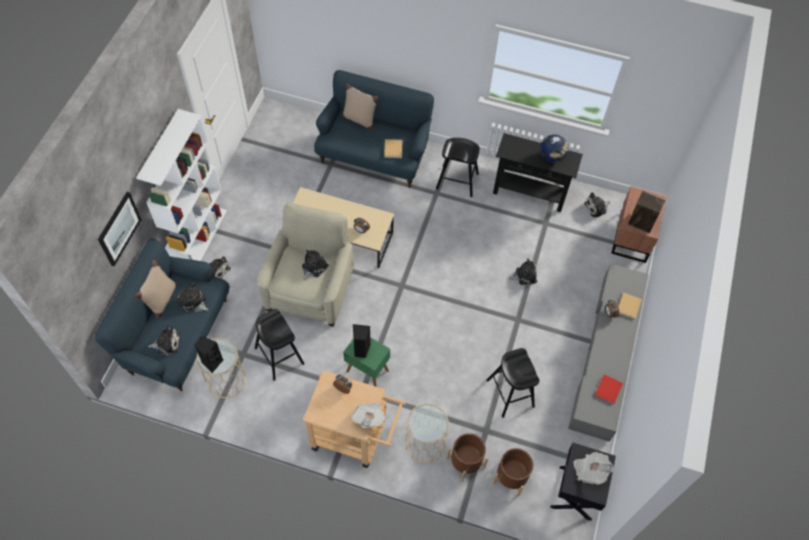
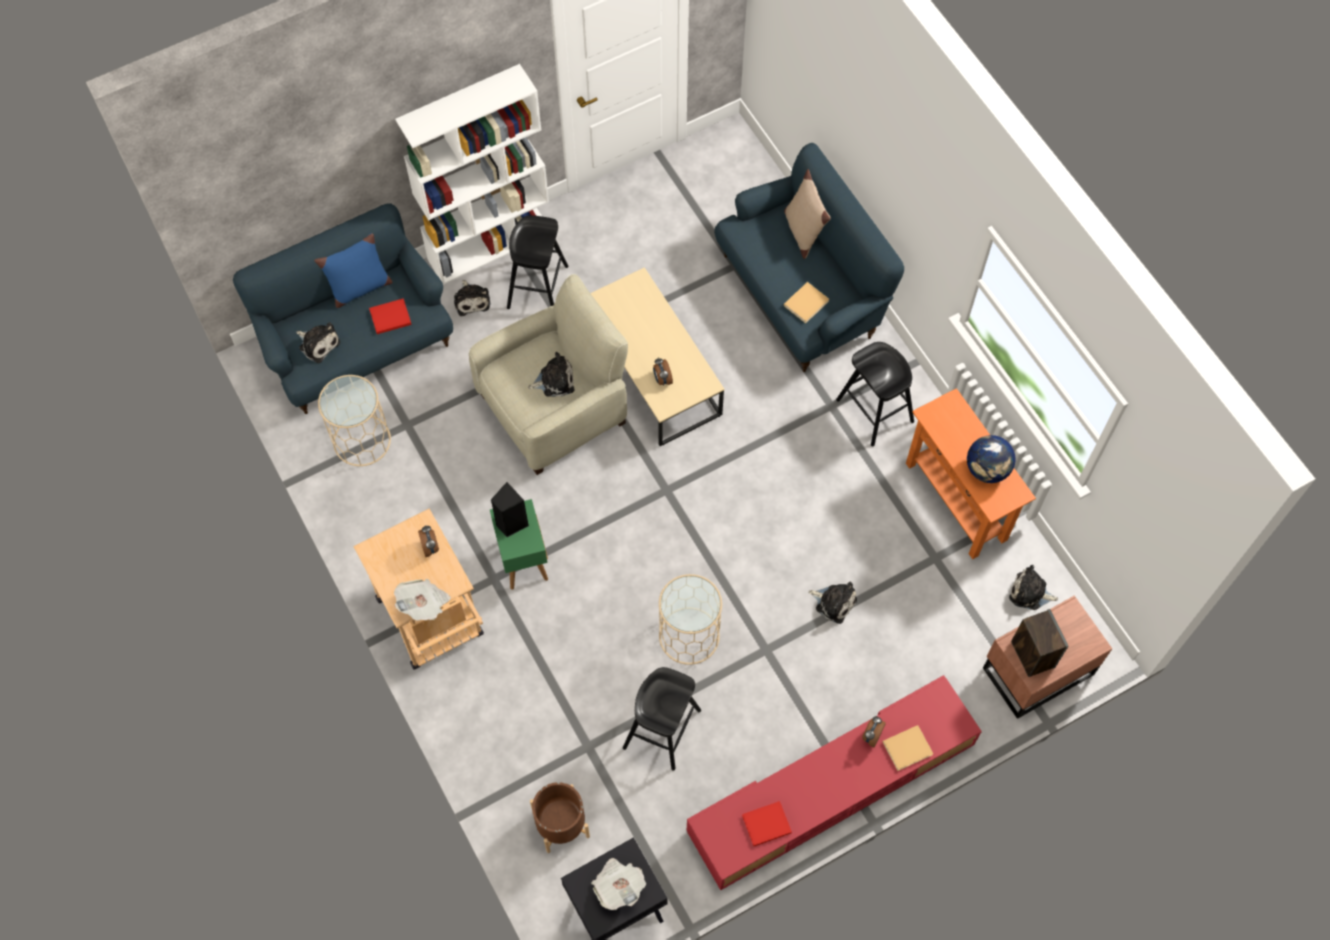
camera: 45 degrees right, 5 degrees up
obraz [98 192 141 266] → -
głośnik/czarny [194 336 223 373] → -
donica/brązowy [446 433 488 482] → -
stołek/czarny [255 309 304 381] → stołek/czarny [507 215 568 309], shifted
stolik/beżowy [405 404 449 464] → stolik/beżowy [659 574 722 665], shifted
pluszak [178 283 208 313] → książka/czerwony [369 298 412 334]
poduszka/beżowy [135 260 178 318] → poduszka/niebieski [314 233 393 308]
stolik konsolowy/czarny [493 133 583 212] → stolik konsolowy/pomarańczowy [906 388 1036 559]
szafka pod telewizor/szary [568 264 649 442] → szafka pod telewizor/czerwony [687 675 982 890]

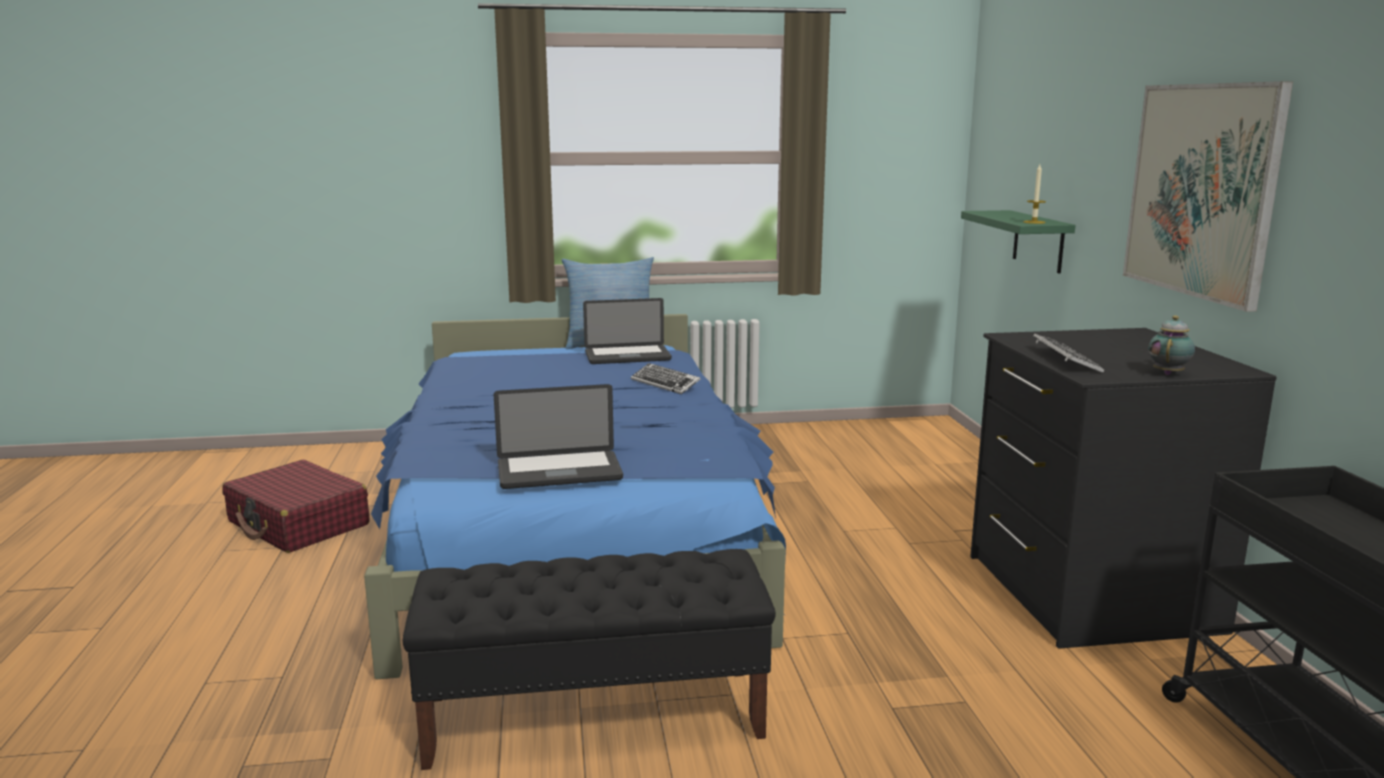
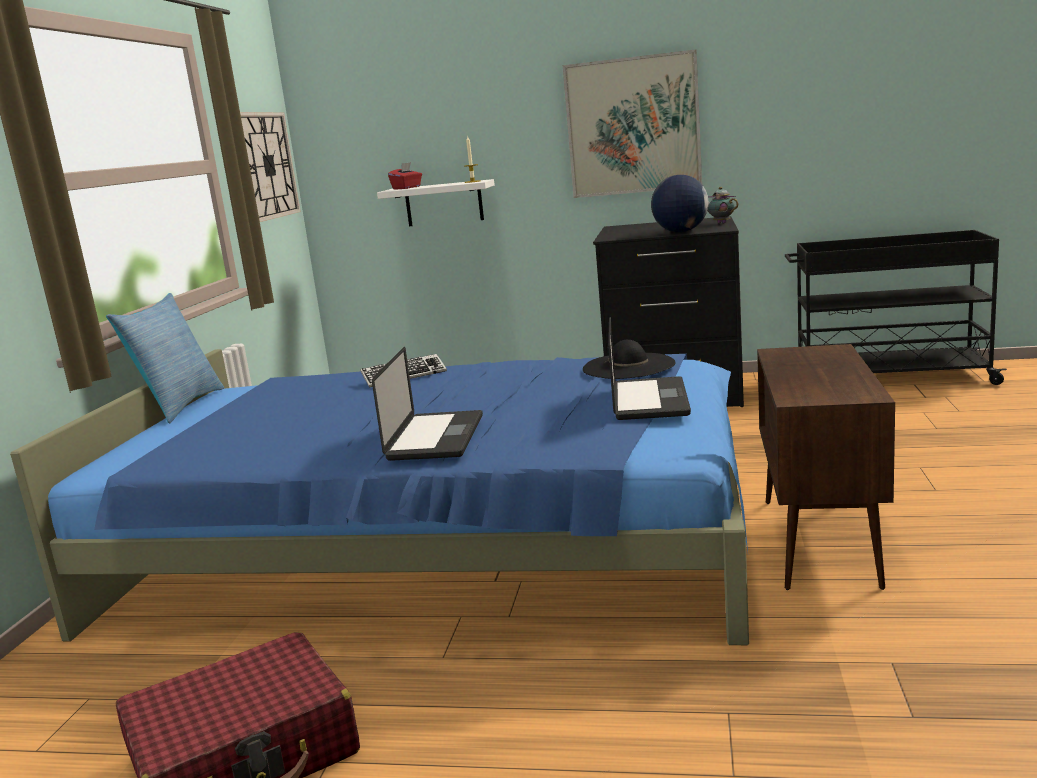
camera: 70 degrees left, 0 degrees up
- → zegar ścienny [240 112 301 222]
- → pudełko chusteczek/czerwony [388 162 422 190]
- → kapelusz/czarny [583 340 676 379]
laptop [583 298 672 364] → laptop [372 347 483 461], shifted
ławka/czarny [403 549 776 770] → szafka/brązowy [757 344 895 590]
klawiatura [1034 334 1104 373] → globus [651 175 708 232]
półka/zielony [961 210 1075 274] → półka/biały [377 179 495 226]

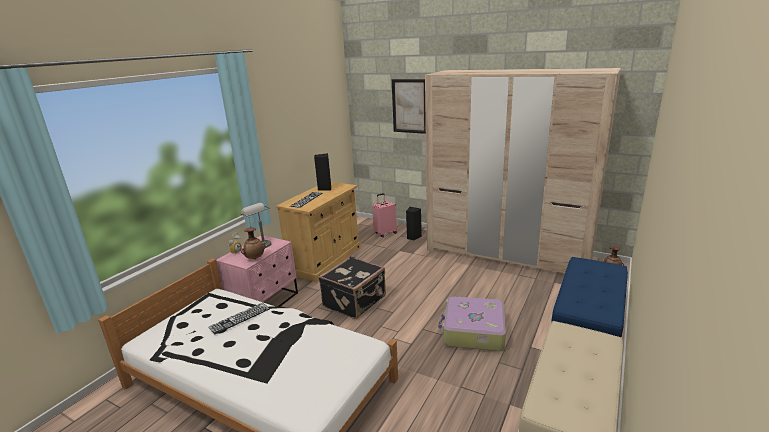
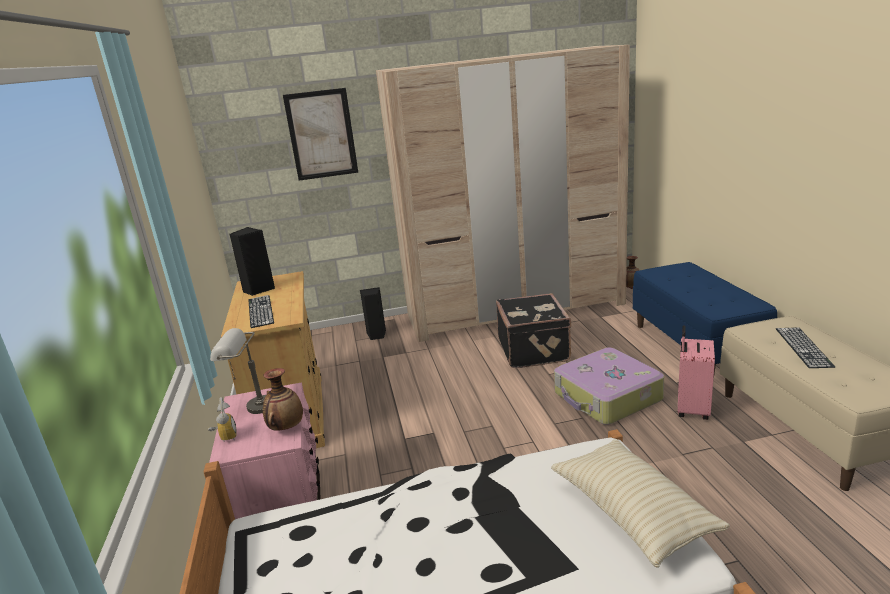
camera: 40 degrees left, 0 degrees up
- → poduszka/beżowy [551 439 730 568]
klawiatura [208 303 270 334] → klawiatura [776 327 835 368], shifted
walizka/czarny [318 256 386 319] → walizka/czarny [496 293 571 368], shifted
walizka/różowy [372 193 397 237] → walizka/różowy [678 325 715 420], shifted

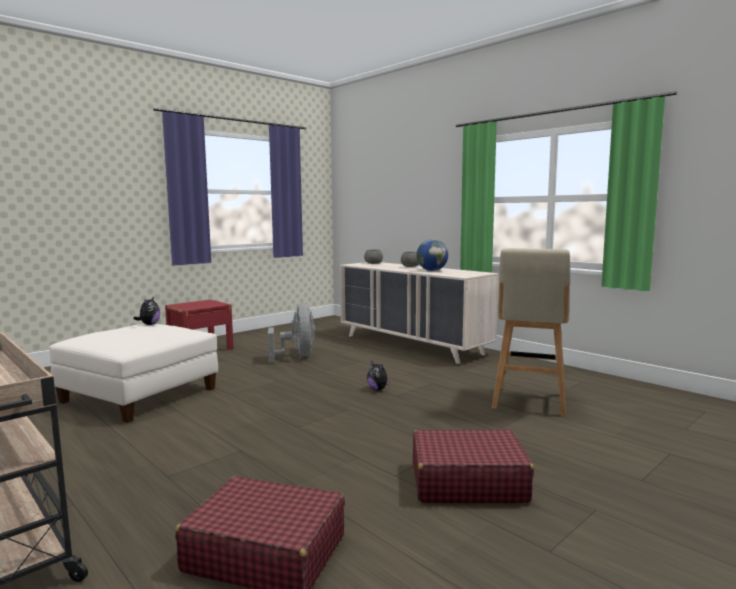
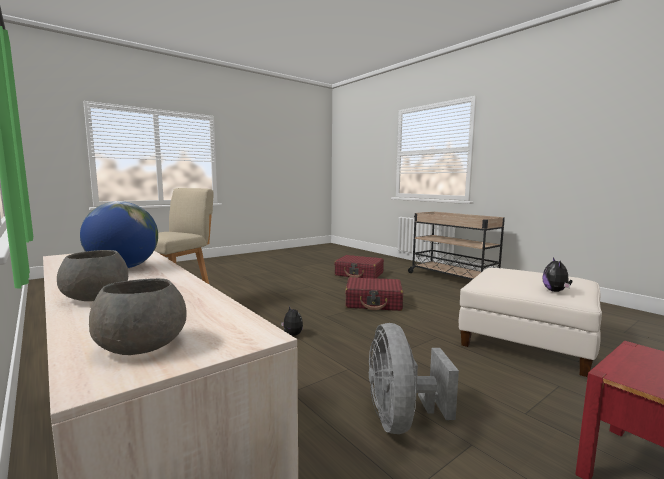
camera: 175 degrees left, 0 degrees up
walizka/czerwony [413 430 534 503] → walizka/czerwony [345 277 403 311], shifted

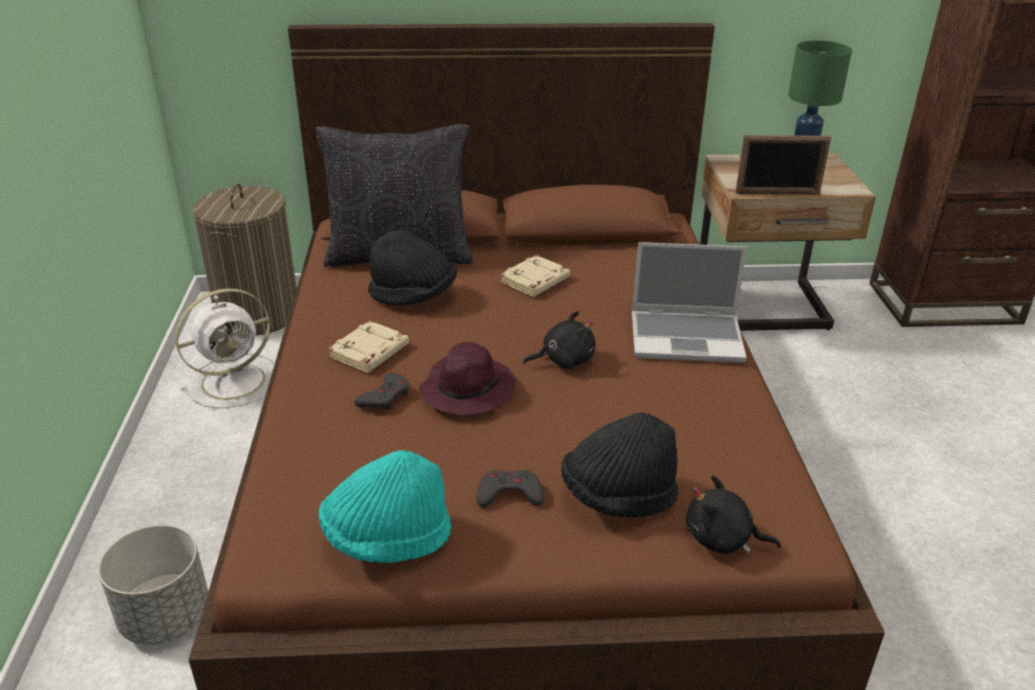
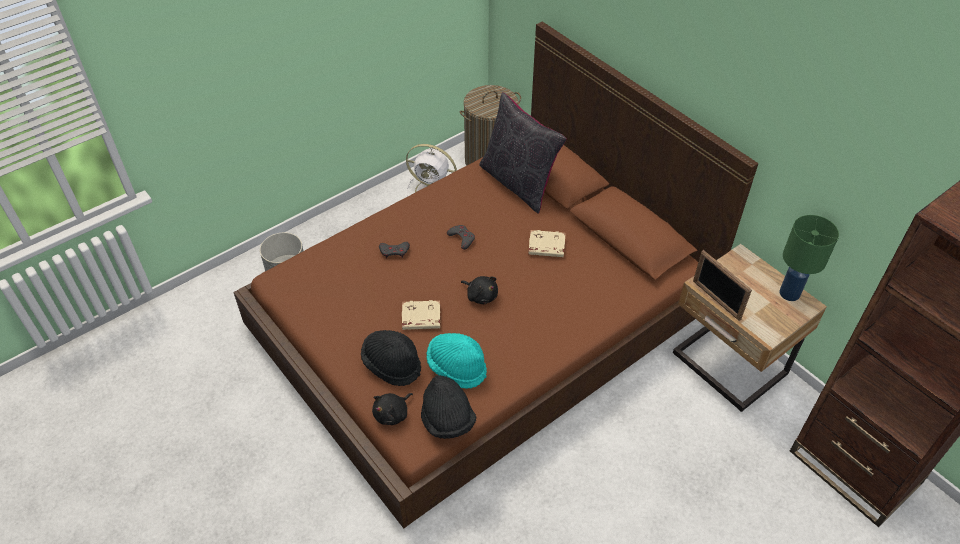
camera: 55 degrees right, 15 degrees up
kapelusz/fioletowy [419 342 516 415] → -
laptop [632 242 747 363] → -
kapelusz/turkusowy [319 450 451 563] → kapelusz/turkusowy [426 333 487 389], shifted
książka/beżowy [328 320 409 372] → książka/beżowy [402 300 440 330], shifted
kapelusz/czarny [368 230 457 305] → kapelusz/czarny [421 375 476 439], shifted
pad do gier/szary [477 470 544 507] → pad do gier/szary [447 225 475 250], shifted
pluszak/czarny [686 475 781 554] → pluszak/czarny [372 393 413 425], 120 degrees counterclockwise

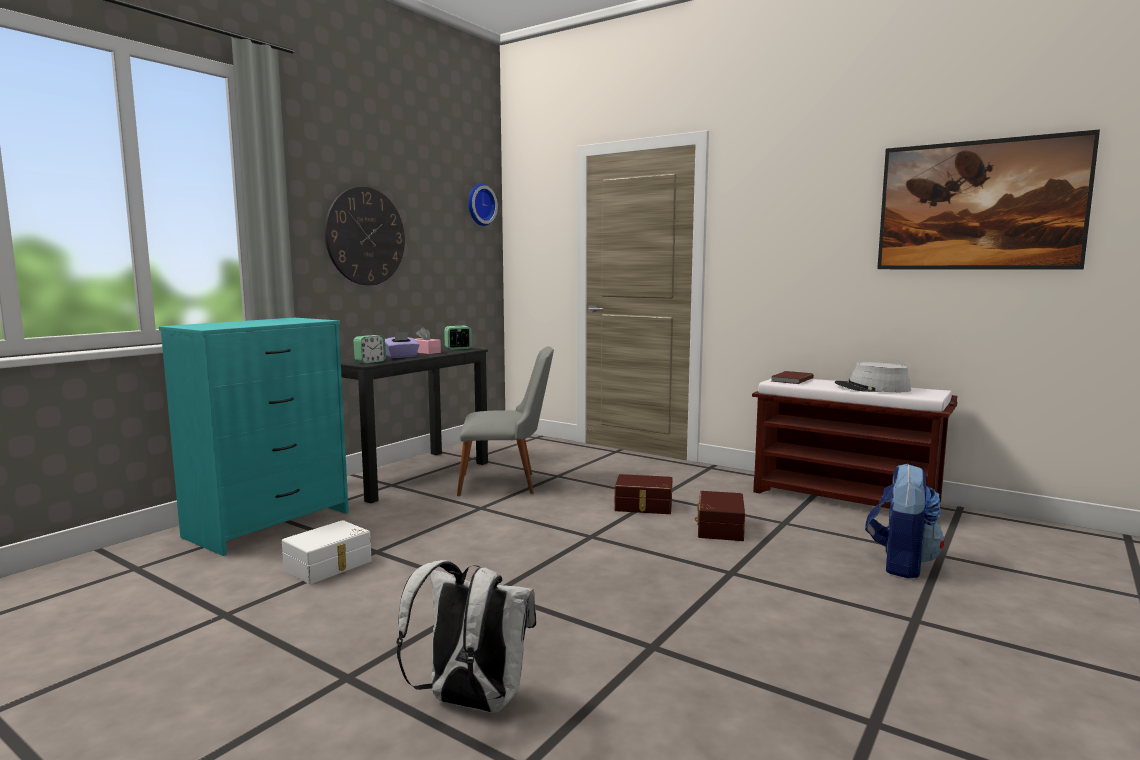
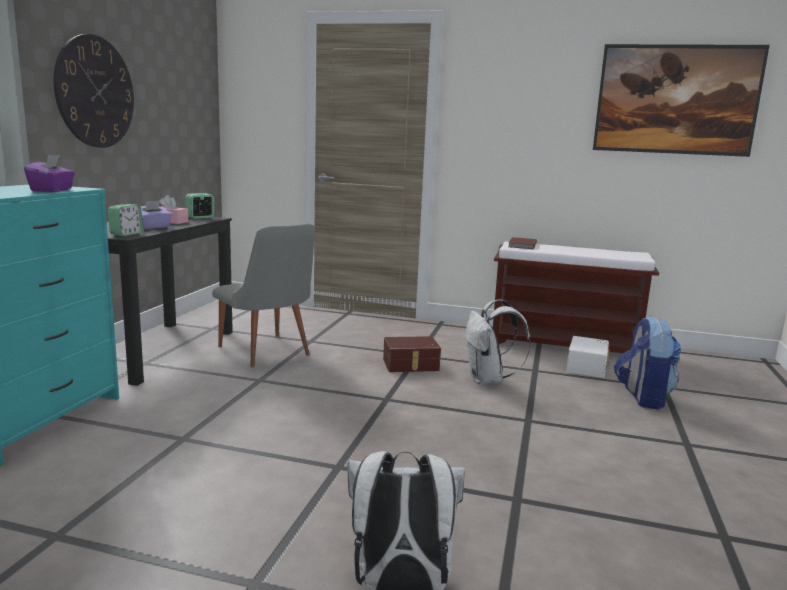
camera: 20 degrees left, 5 degrees up
zegar ścienny [468 184 498 226] → -
kapelusz/szary [835 362 911 392] → -
- → pudełko chusteczek/fioletowy [24 155 75 192]
pojemnik do przechowywania/biały [282 520 372 584] → pojemnik do przechowywania/biały [566 336 610 378], shifted
pojemnik do przechowywania/brązowy [695 491 745 541] → plecak/biały [465 299 530 384]
krzesło/szary [457 346 554 496] → krzesło/szary [212 224 315 367], 75 degrees clockwise

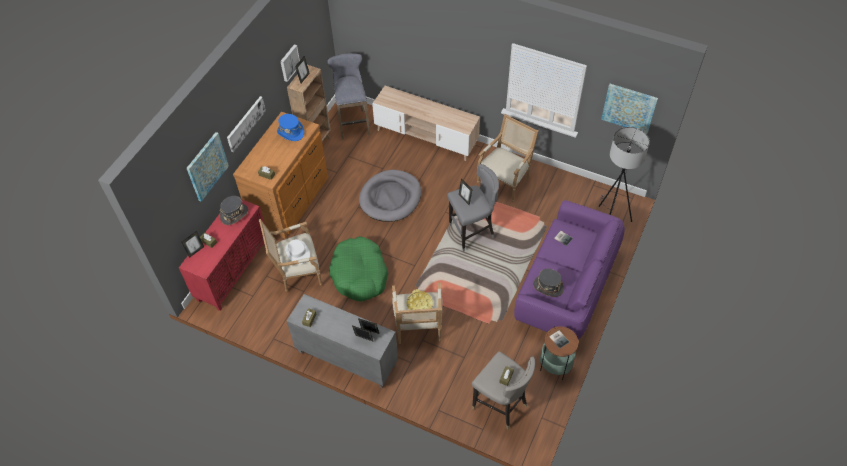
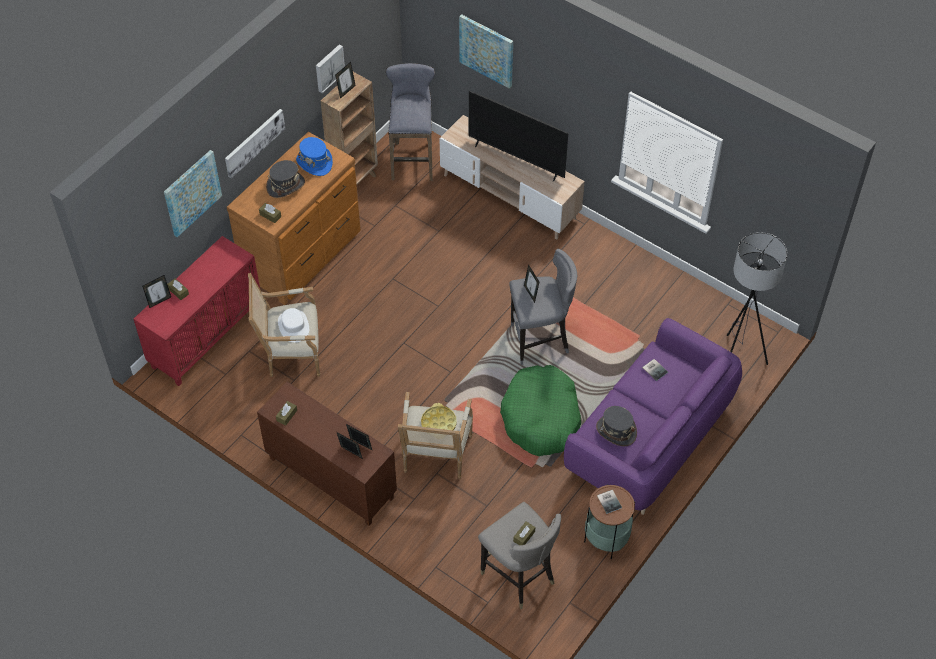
camera: 10 degrees right, 0 degrees up
legowisko/szary [359 170 421 222] → -
fotel [477 114 539 202] → -
- → telewizor [469 91 568 182]
kapelusz/szary [220 196 248 225] → kapelusz/szary [266 160 305 198], shifted
legowisko/zielony [329 236 388 302] → legowisko/zielony [500 365 581 456], shifted
obraz [601 84 658 134] → obraz [459 14 513 89], shifted
szafka/szary [287 294 398 389] → szafka/brązowy [257 382 397 526]

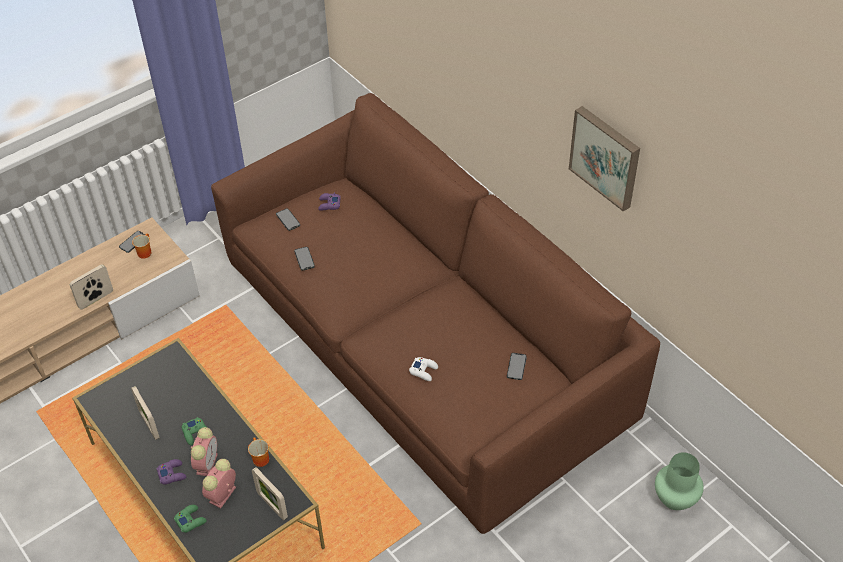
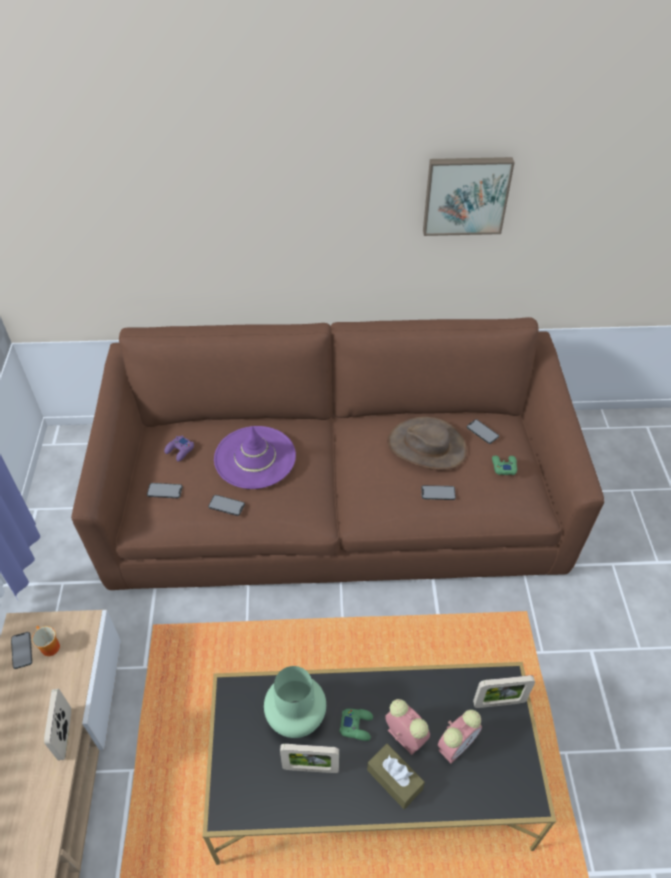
camera: 55 degrees left, 0 degrees up
kubek [248 437 269 467] → -
- → kapelusz/fioletowy [214 426 296 489]
- → kapelusz/brązowy [387 416 467 470]
pad do gier/zielony [174 505 207 533] → pad do gier/zielony [492 456 517 475], shifted
wazon/zielony [655 452 704 510] → wazon/zielony [264 666 326 738], shifted
pad do gier/fioletowy [156 459 186 485] → pudełko chusteczek/brązowy [367 744 425 809]
pad do gier/biały [409 357 438 381] → telefon [421 485 456 500]
budzik [202 459 236 508] → budzik [438 710 482 763], 105 degrees counterclockwise

